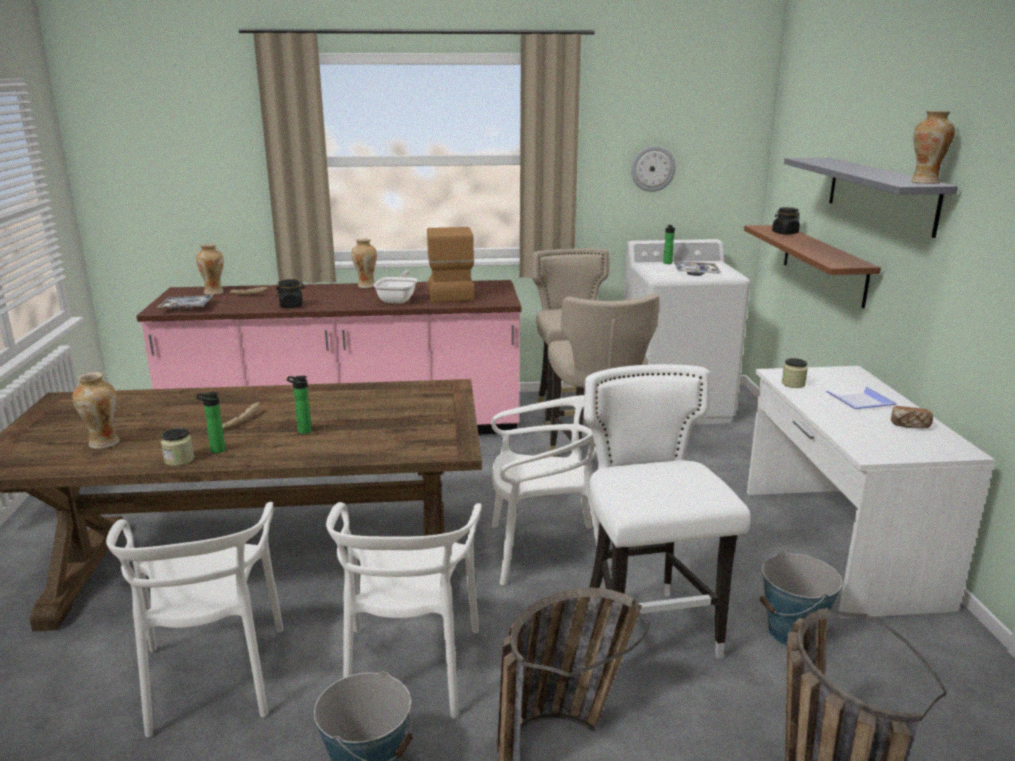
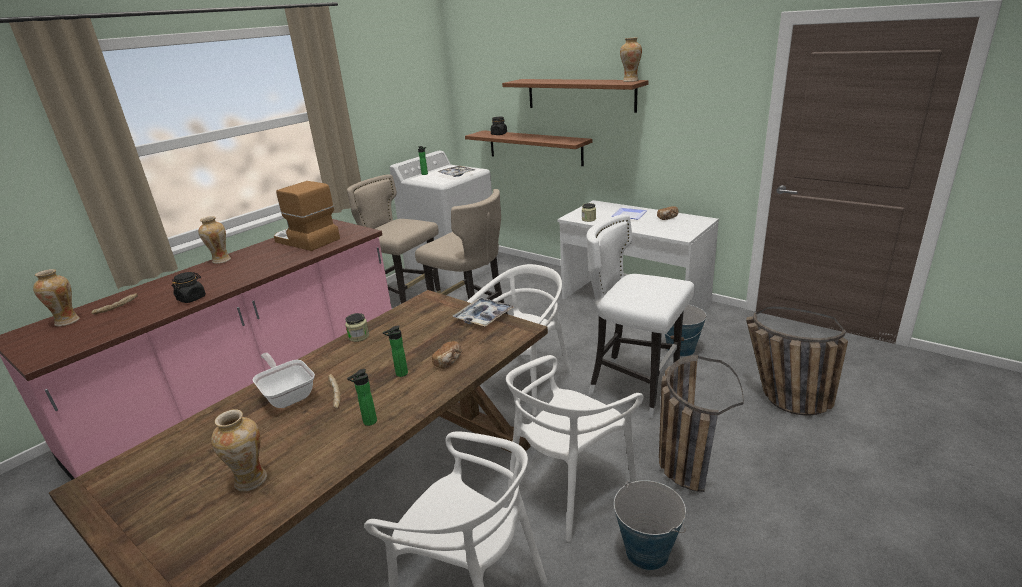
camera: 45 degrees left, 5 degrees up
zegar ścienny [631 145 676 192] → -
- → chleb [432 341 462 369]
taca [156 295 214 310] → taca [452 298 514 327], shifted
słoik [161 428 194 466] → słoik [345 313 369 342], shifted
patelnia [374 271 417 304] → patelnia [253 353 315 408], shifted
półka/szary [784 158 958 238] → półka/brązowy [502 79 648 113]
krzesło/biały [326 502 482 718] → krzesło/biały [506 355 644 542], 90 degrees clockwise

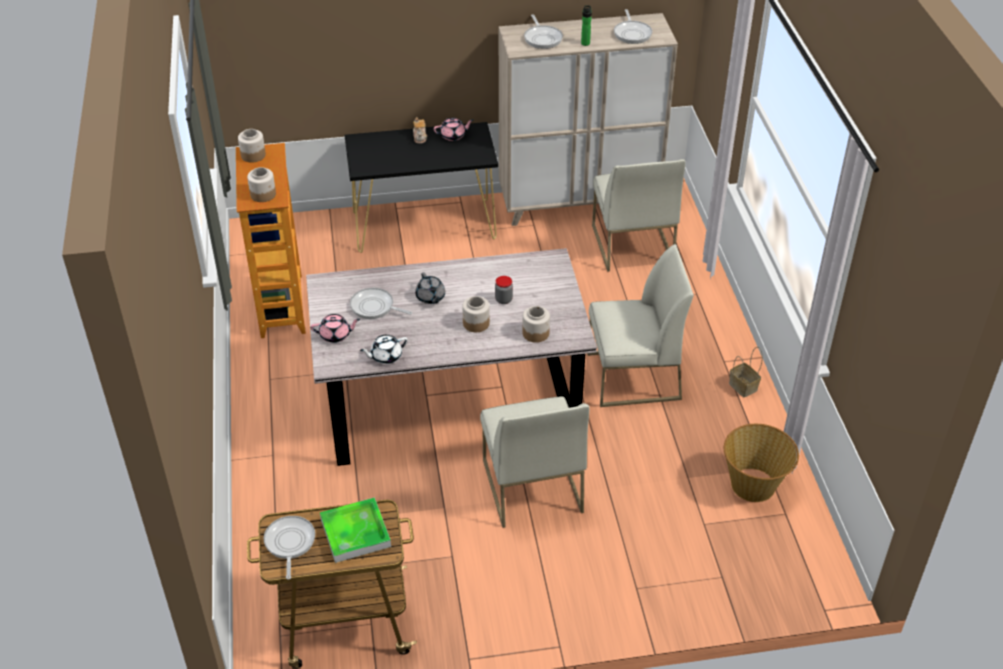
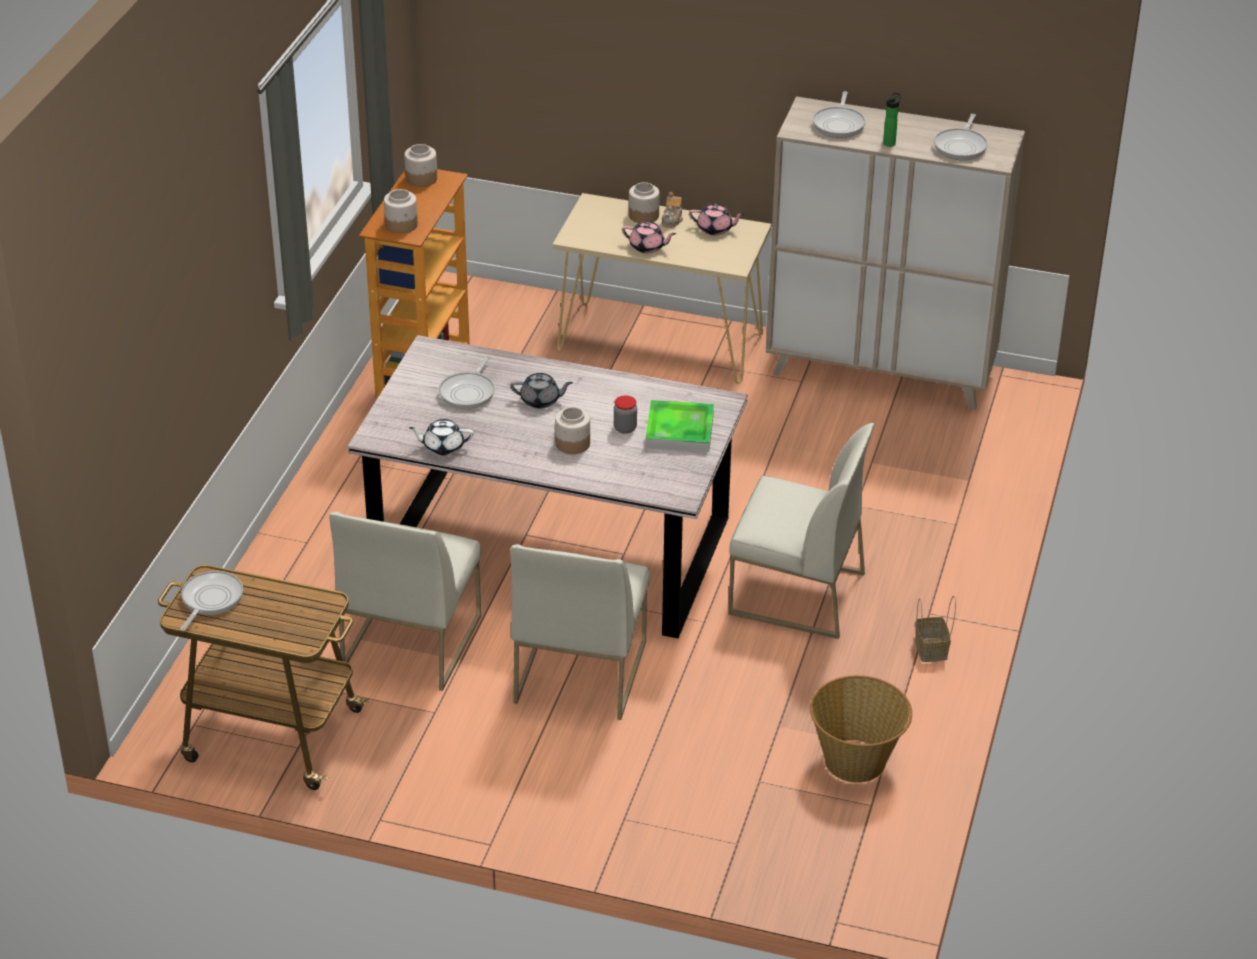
camera: 25 degrees right, 5 degrees down
imbryk/różowy [311 314 360 343] → imbryk/różowy [622 222 676 253], shifted
taca [320 497 391 563] → taca [645 400 714 452], shifted
słoik [522 306 550 343] → słoik [629 182 660 223], shifted
krzesło/biały [592 159 686 271] → krzesło/biały [329 512 481 691], shifted
stolik konsolowy/czarny [345 122 498 253] → stolik konsolowy/beżowy [552 193 771 384]
patelnia [350 288 412 319] → patelnia [439 355 495 409], 120 degrees counterclockwise
imbryk/szary [415 272 445 304] → imbryk/szary [510 373 573 409], 90 degrees counterclockwise

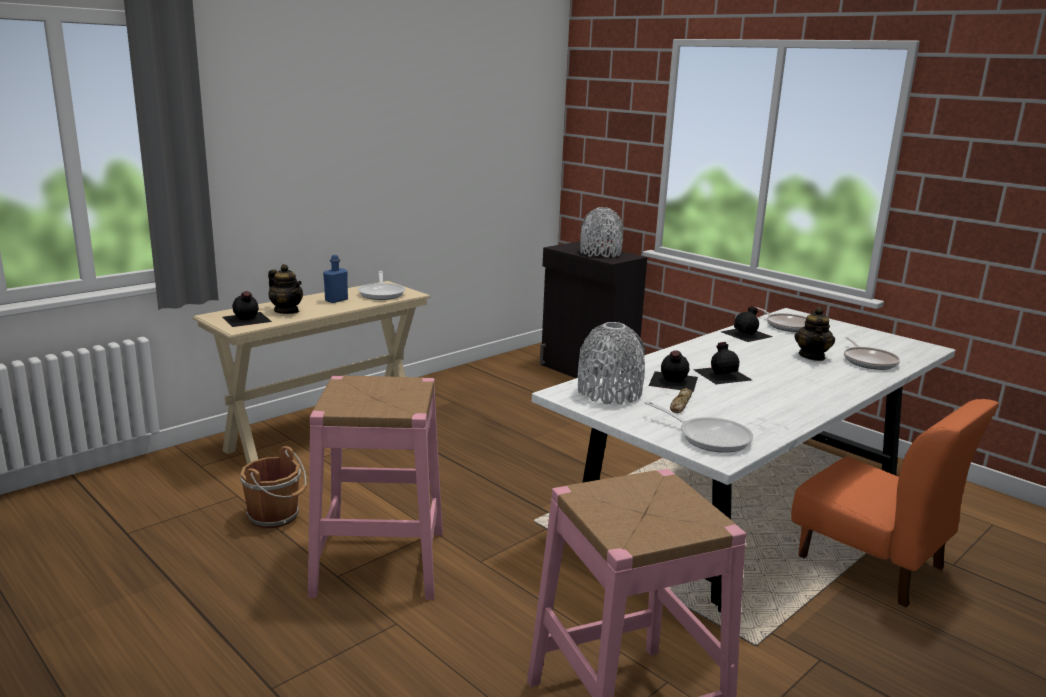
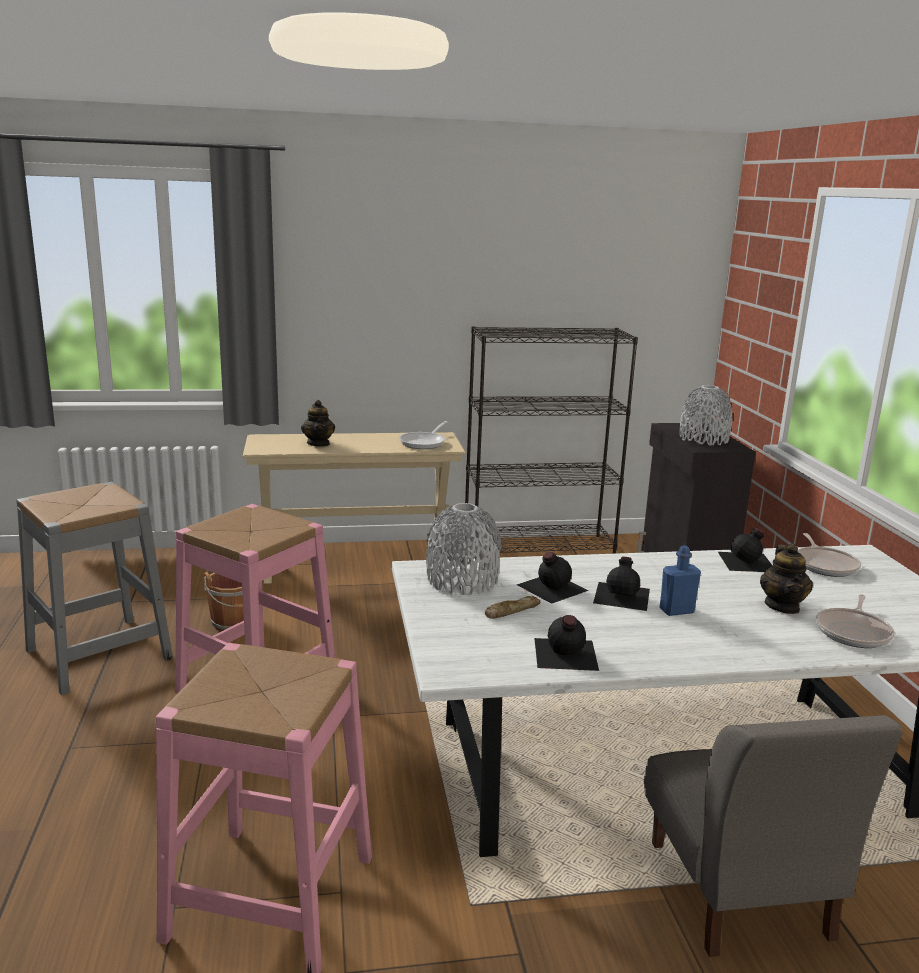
camera: 35 degrees right, 0 degrees up
patelnia [645 401 753 453] → -
- → stołek/szary [16 482 173 695]
- → regał/czarny [465 326 638 558]
butelka/czarny [223 291 272 327] → butelka/czarny [534 615 599 671], shifted
butelka/niebieski [323 255 348 303] → butelka/niebieski [660 545 701 616], shifted
krzesło/pomarańczowy [791 399 999 608] → krzesło/szary [644 715 902 957]
imbryk [794 307 835 361] → imbryk [760 543 813 614], 45 degrees counterclockwise

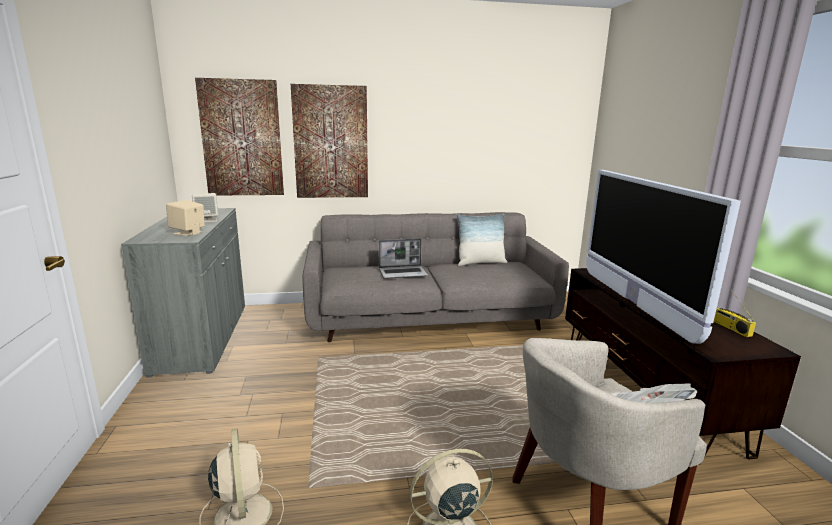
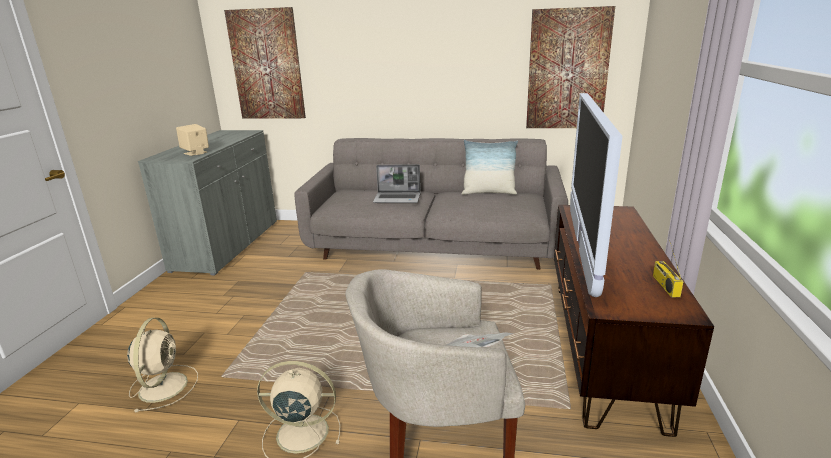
camera: 20 degrees right, 5 degrees up
głośnik/beżowy [192 193 218 222] → -
obraz [291 84 368 198] → obraz [526 6 615 128], shifted

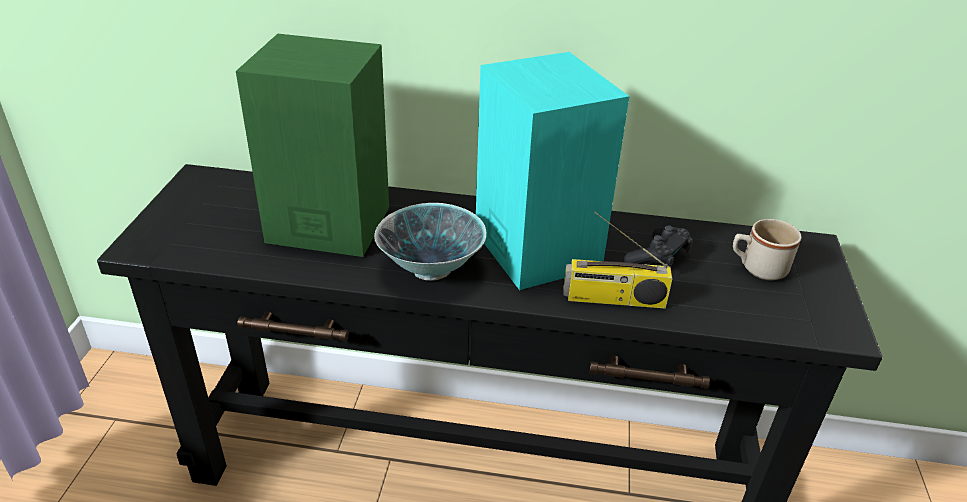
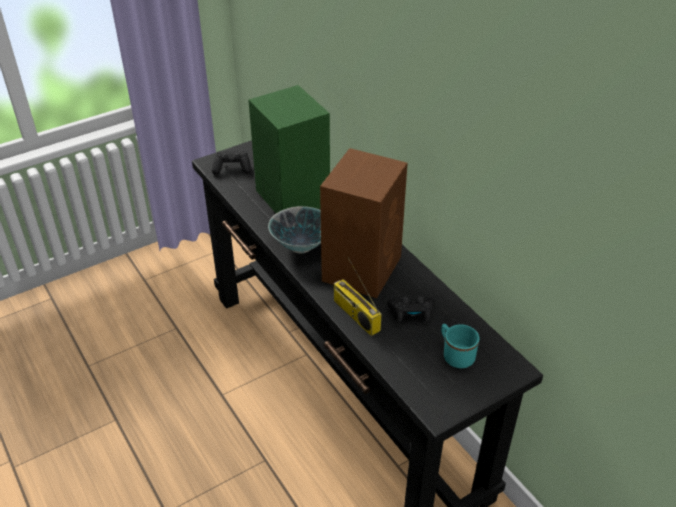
camera: 50 degrees right, 5 degrees up
- → pad do gier/czarny [212 150 252 175]
głośnik/turkusowy [476 52 629 290] → głośnik/brązowy [320 148 408 298]
kubek/beżowy [733 219 802 280] → kubek/turkusowy [441 324 479 368]

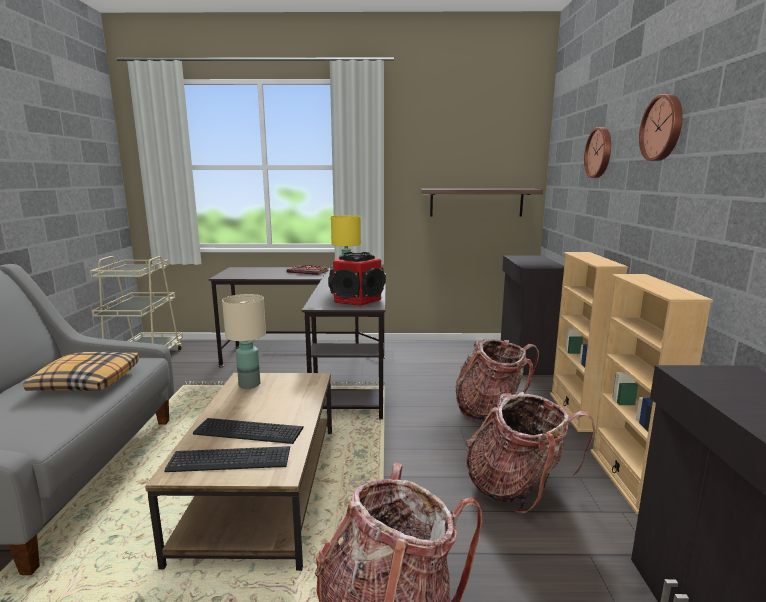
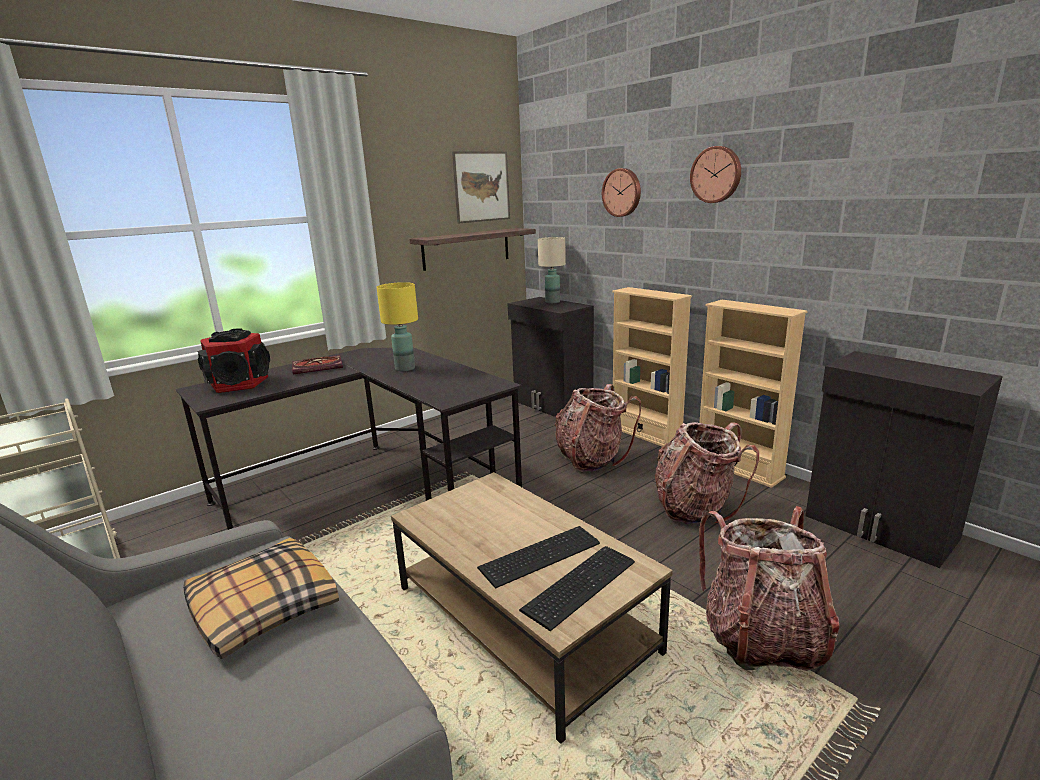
camera: 40 degrees left, 5 degrees up
- → obraz [452 151 510 223]
lampa stołowa/beżowy [222 294 266 389] → lampa stołowa/beżowy [538 237 566 303], shifted
głośnik [328 252 386 306] → głośnik [197 329 270 393], shifted

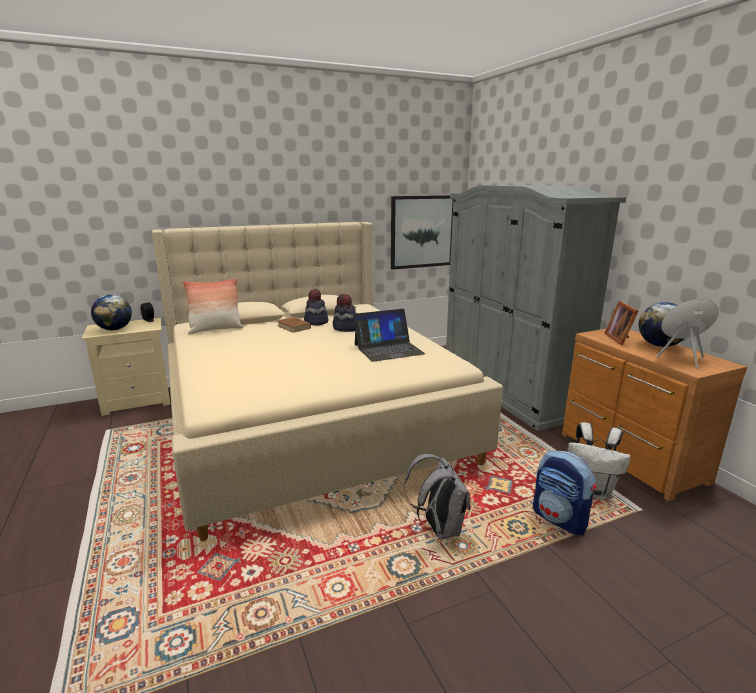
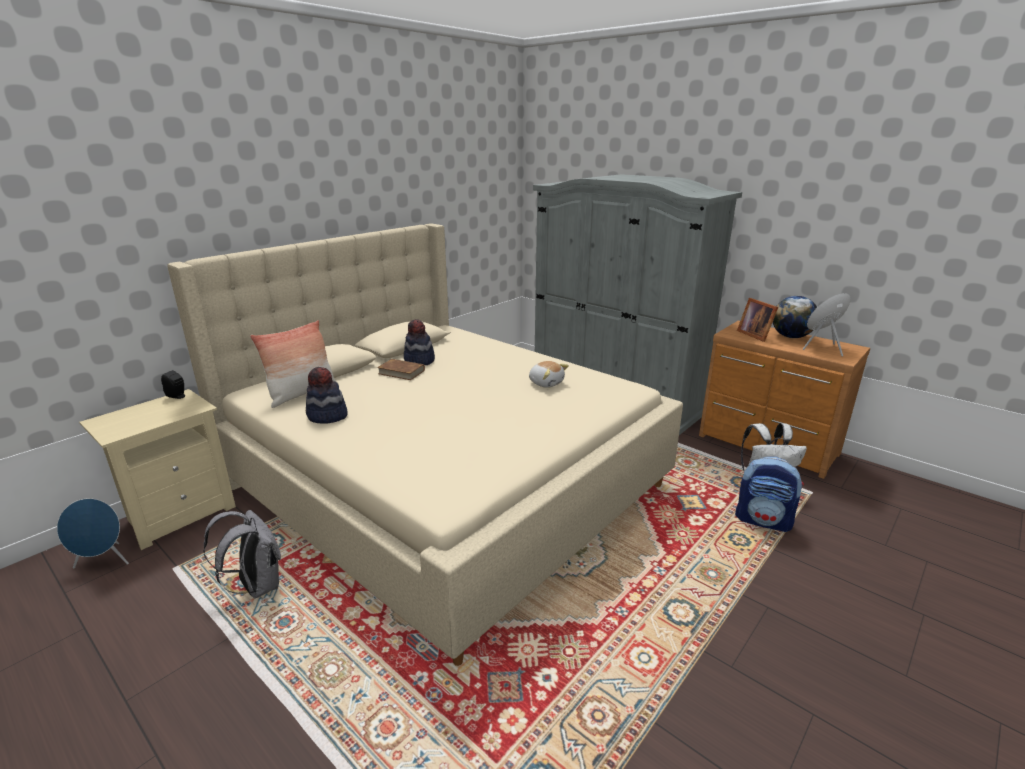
camera: 25 degrees left, 5 degrees up
globus [91 295 132 330] → -
obraz [391 195 454 270] → -
- → głośnik/niebieski [57 498 129 569]
kapelusz [333 294 356 332] → kapelusz [306 367 348 423], shifted
plecak/szary [404 454 470 539] → plecak/szary [203 510 281 599], shifted
laptop [353 309 425 362] → pluszak [529 361 569 388]

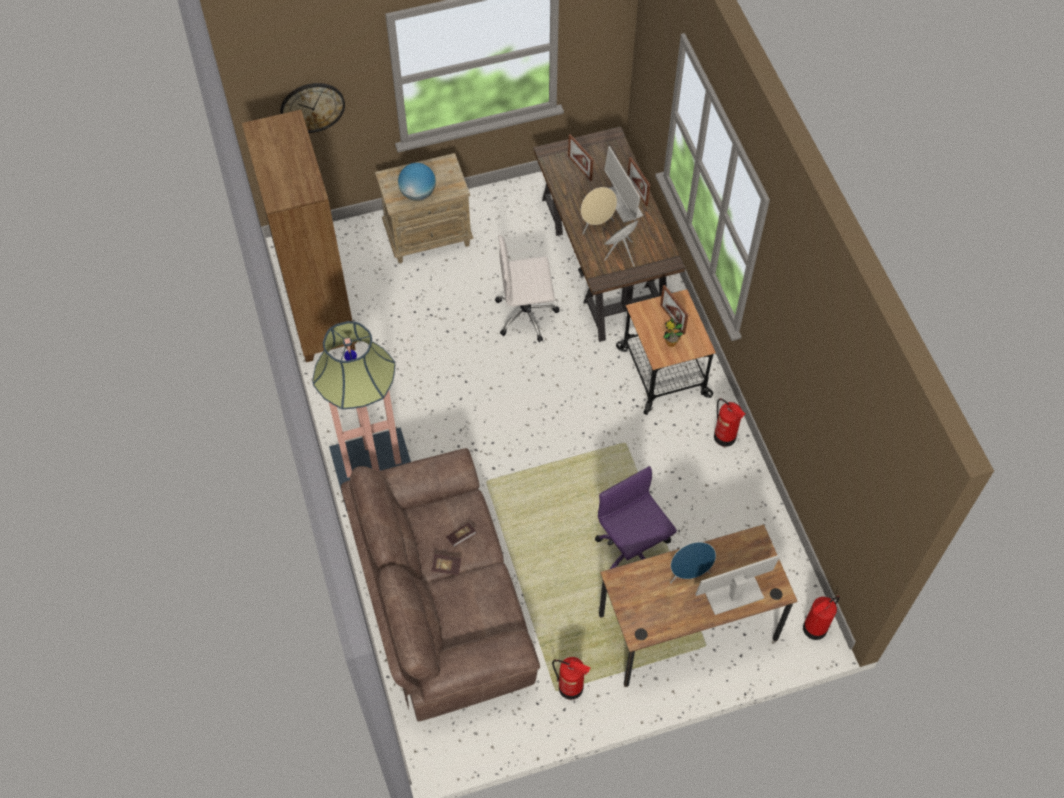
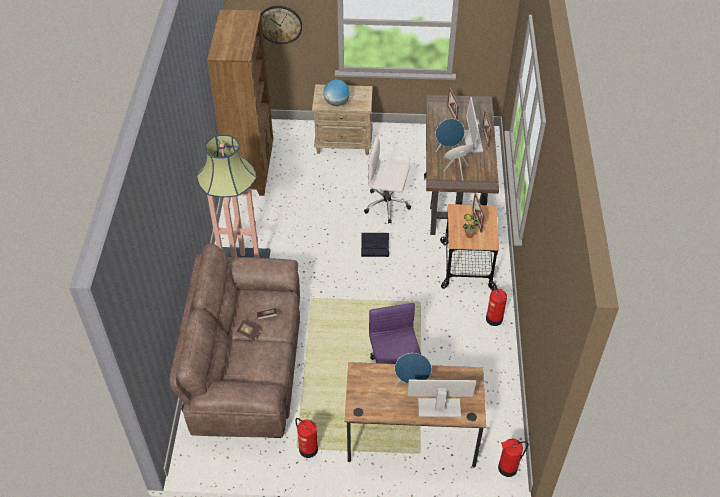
camera: 20 degrees right, 10 degrees down
- → pojemnik do przechowywania/czarny [361 233 389 257]
głośnik/beżowy [581 187 617 234] → głośnik/niebieski [436 119 465 152]

